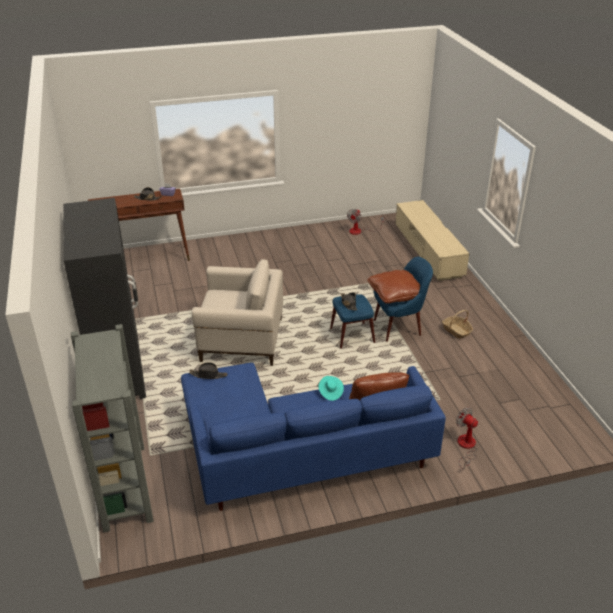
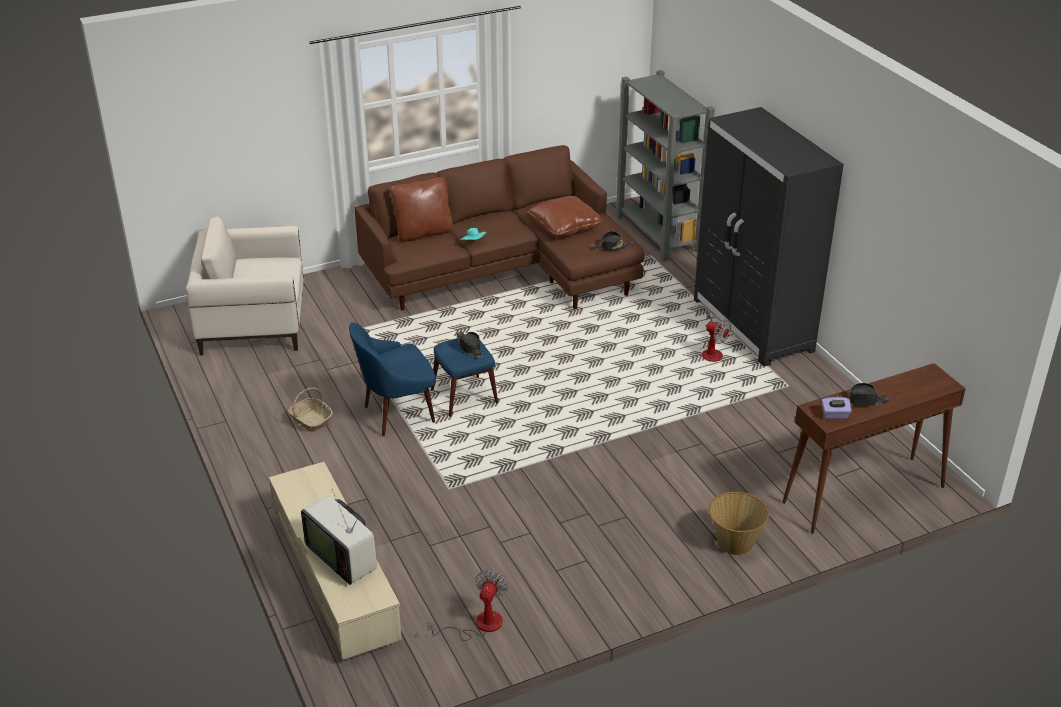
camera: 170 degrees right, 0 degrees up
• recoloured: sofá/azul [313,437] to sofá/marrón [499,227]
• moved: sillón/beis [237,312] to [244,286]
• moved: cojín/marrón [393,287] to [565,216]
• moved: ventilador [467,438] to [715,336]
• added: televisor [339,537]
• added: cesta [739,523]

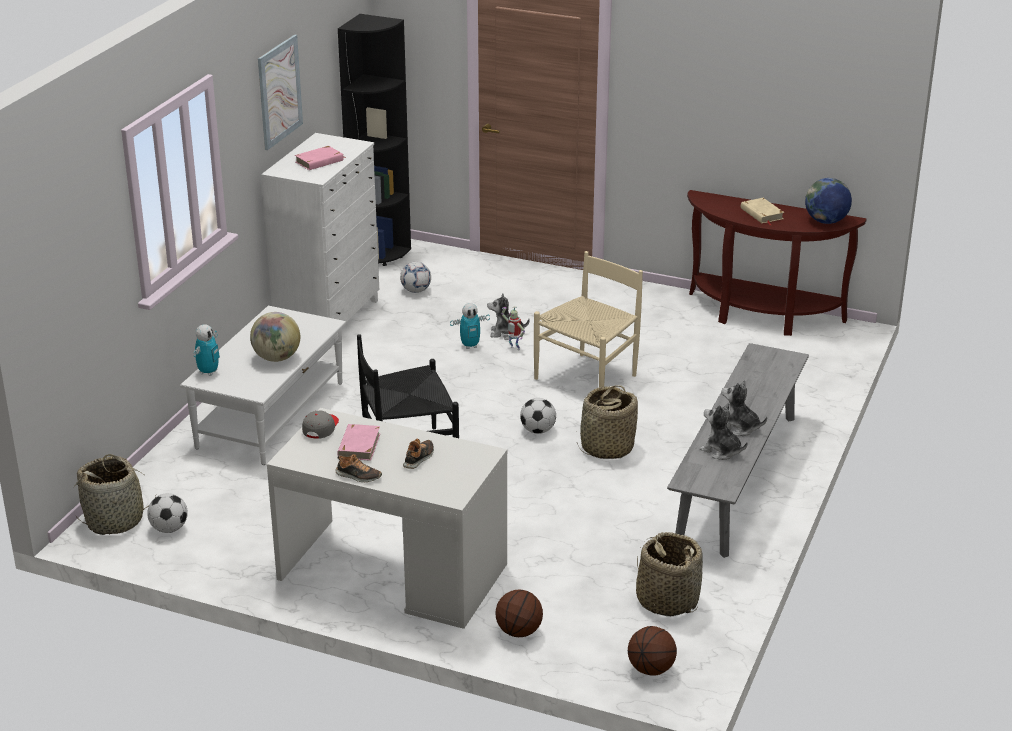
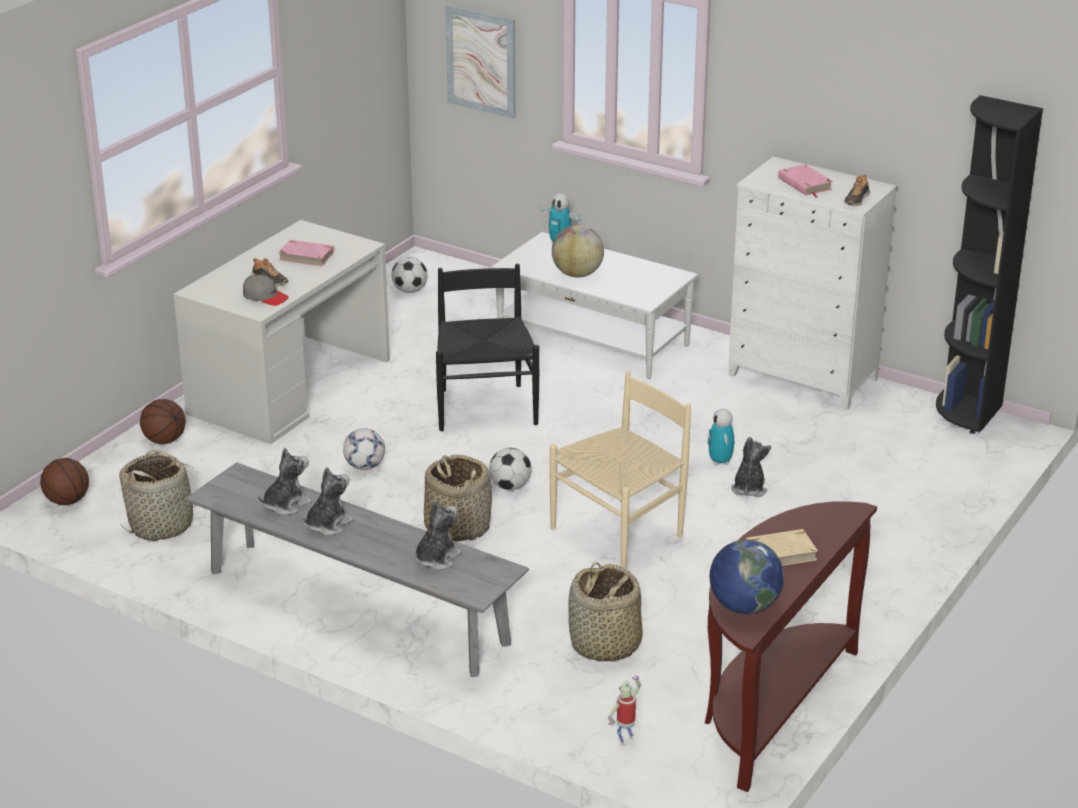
camera: 100 degrees right, 0 degrees up
• moved: cesta [115,494] to [605,612]
• moved: cuadro [280,92] to [480,62]
• moved: gorra/gris [320,425] to [266,290]
• moved: zapato [358,468] to [857,190]
• moved: balón de fútbol [415,277] to [364,449]
• moved: robot de juguete [513,328] to [624,711]
• turned: silla/beis [588,319] = [620,470] 90 degrees counterclockwise
• added: peluche [438,535]

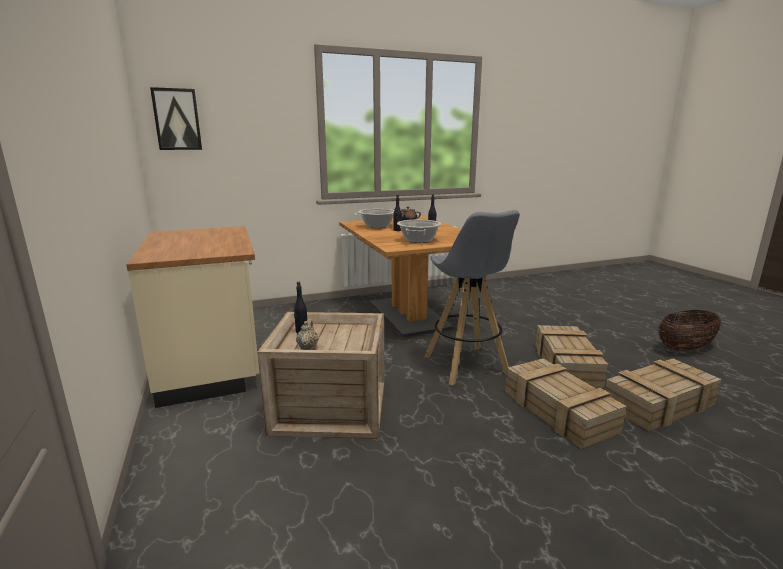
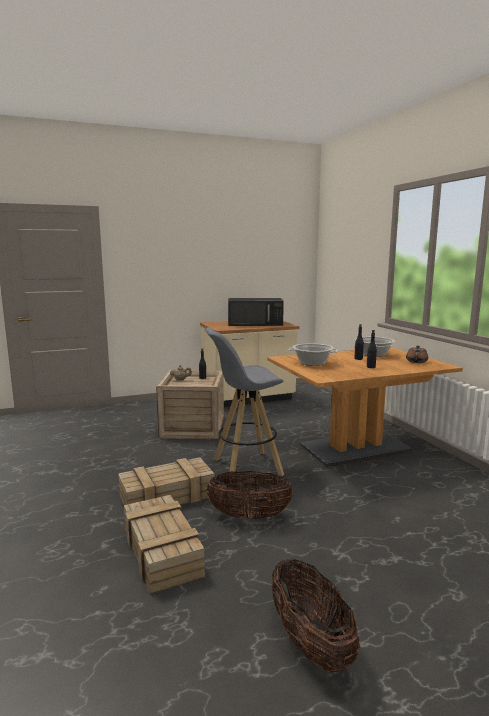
camera: 90 degrees right, 5 degrees down
• removed: cuadro [176,118]
• replaced: caja de embalaje [572,357] to cesta [250,495]
• added: microondas/negro [256,312]

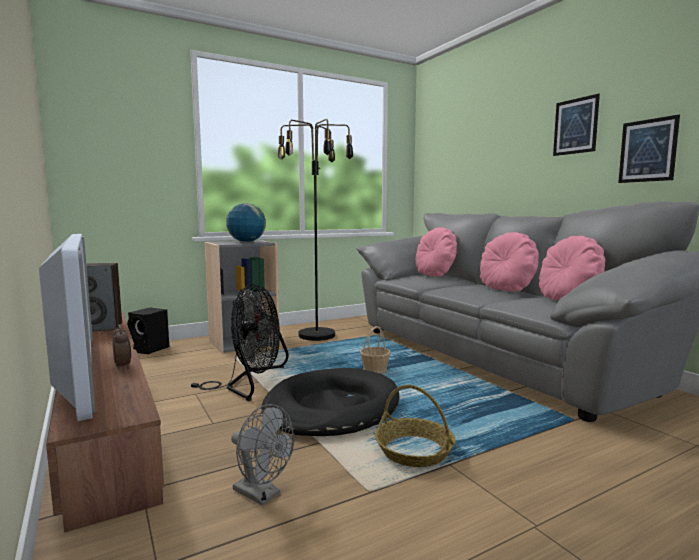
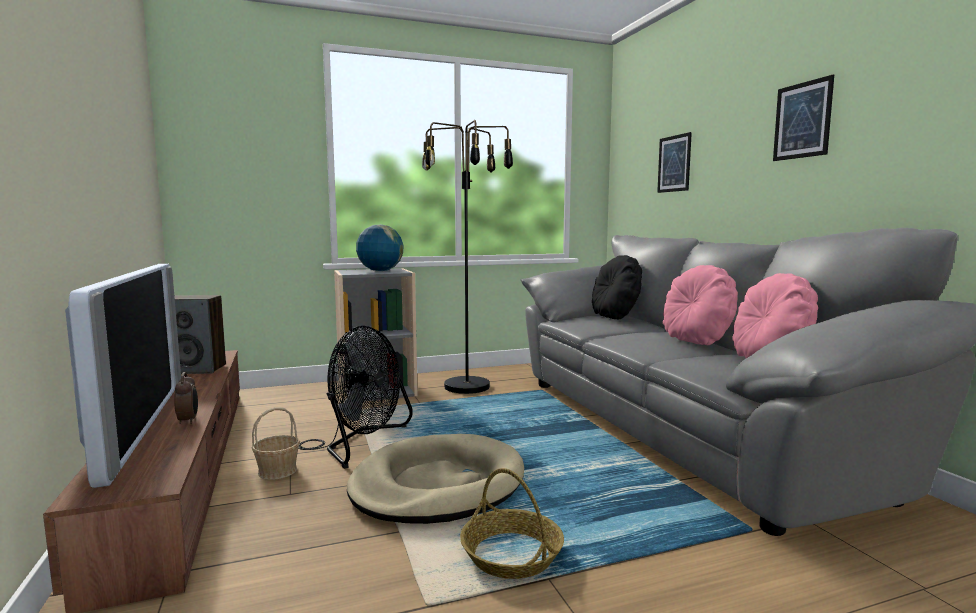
camera: 10 degrees right, 0 degrees up
• removed: altavoz/negro [148,331]
• removed: ventilador/gris [262,454]
• recoloured: cama para perro/negro [330,402] to cama para perro/beis [435,479]
• moved: cesta [375,350] to [276,443]
• recoloured: cojín/rosa [436,252] to cojín/negro [617,287]
• moved: cuadro [649,149] to [674,162]

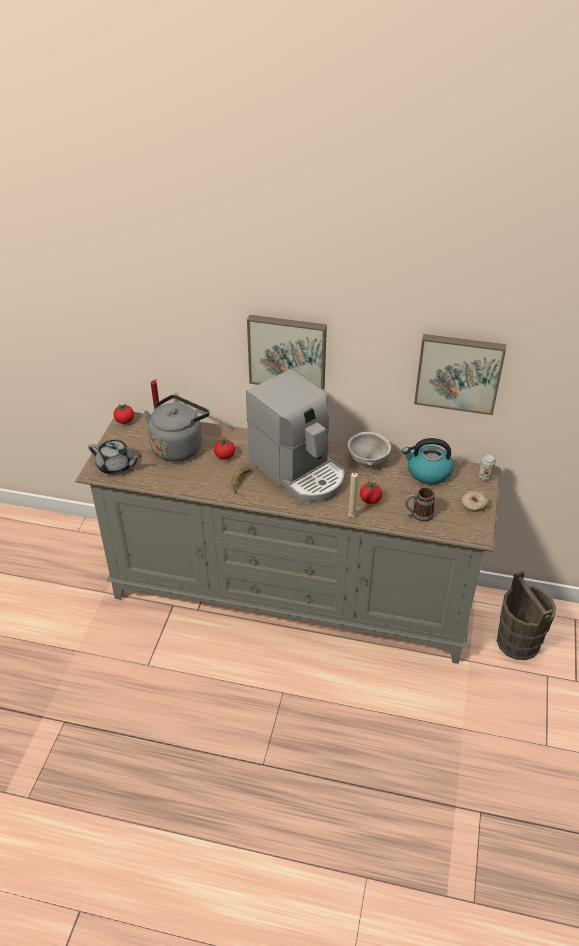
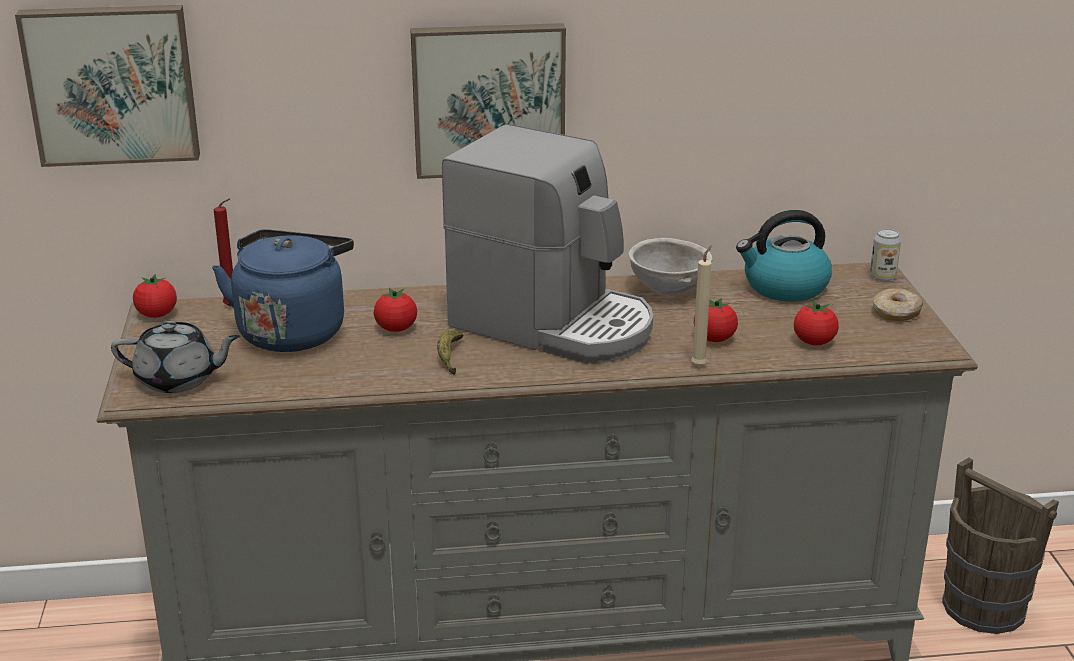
camera: 20 degrees left, 15 degrees down
• recoloured: hervidor/gris [177,428] to hervidor/azul [283,291]
• replaced: taza grande [420,504] to tomate [816,322]
• moved: cuadro [460,374] to [107,86]

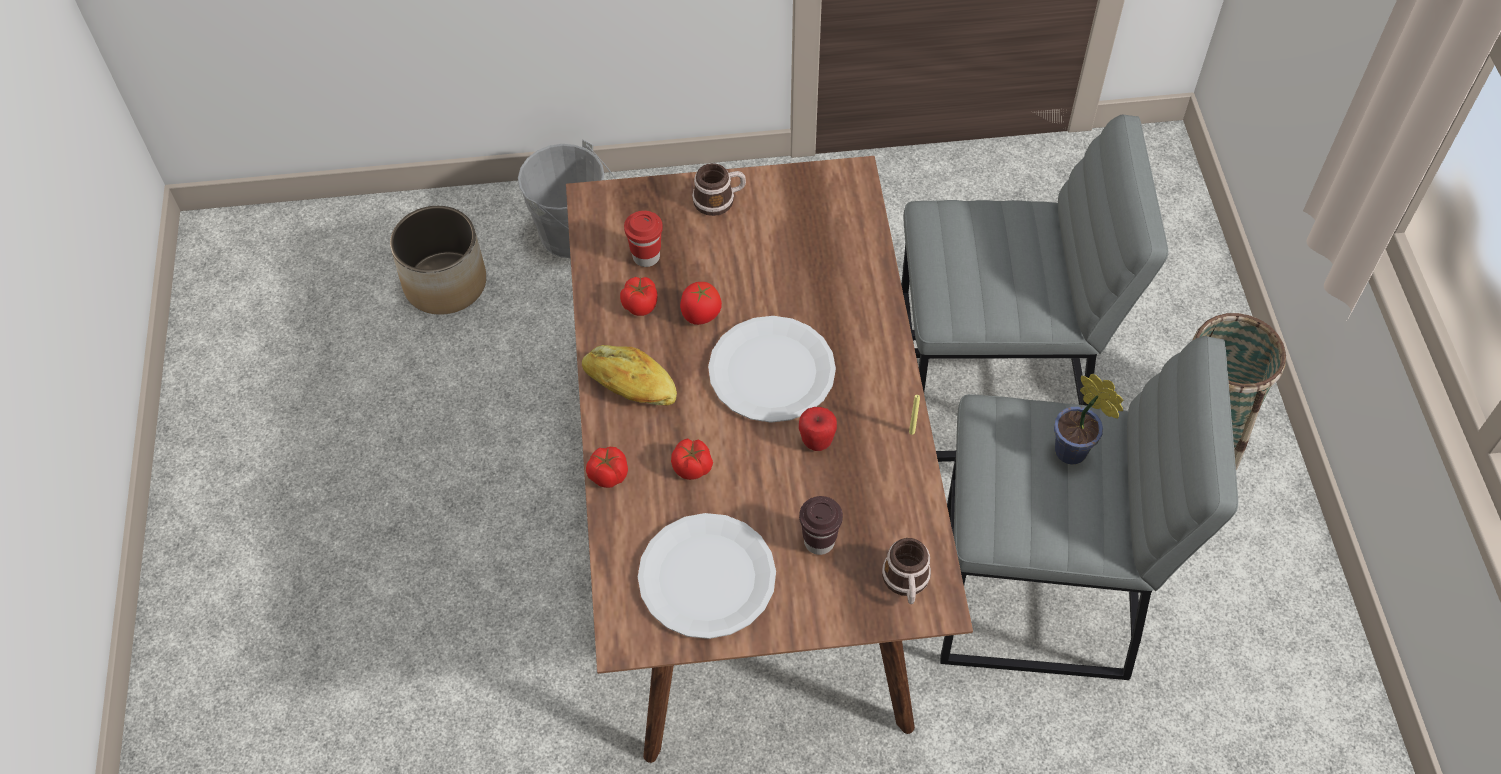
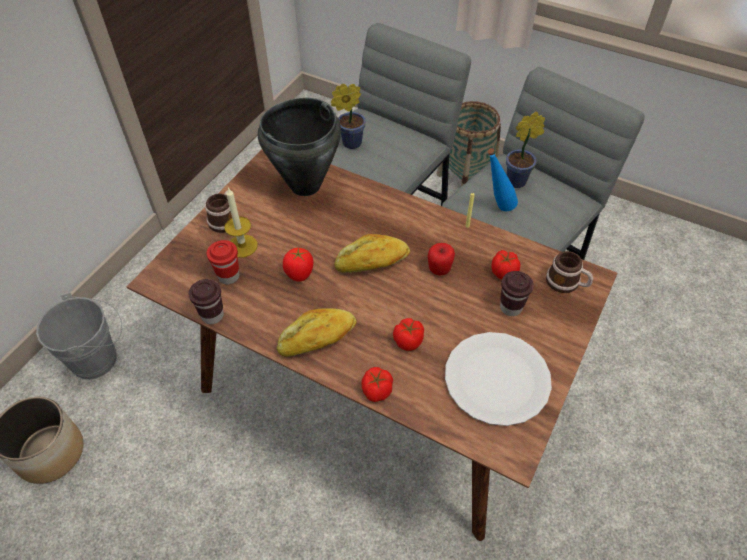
camera: 55 degrees left, 5 degrees down
• moved: tomate [639,296] to [506,264]
• replaced: plato/blanco [772,369] to pan [372,253]
• added: taza/marrón [206,301]
• added: vela [241,222]
• added: olla/negro [299,147]
• added: planta en maceta [348,116]
• added: botella/azul [503,179]

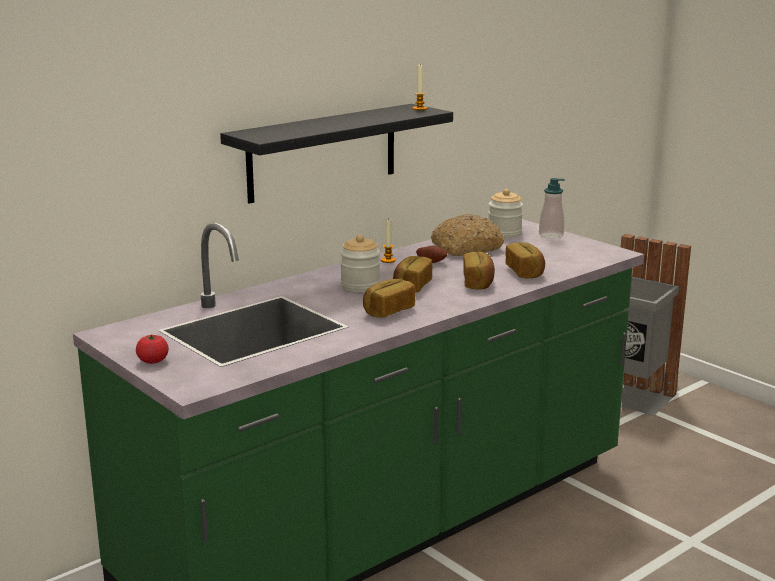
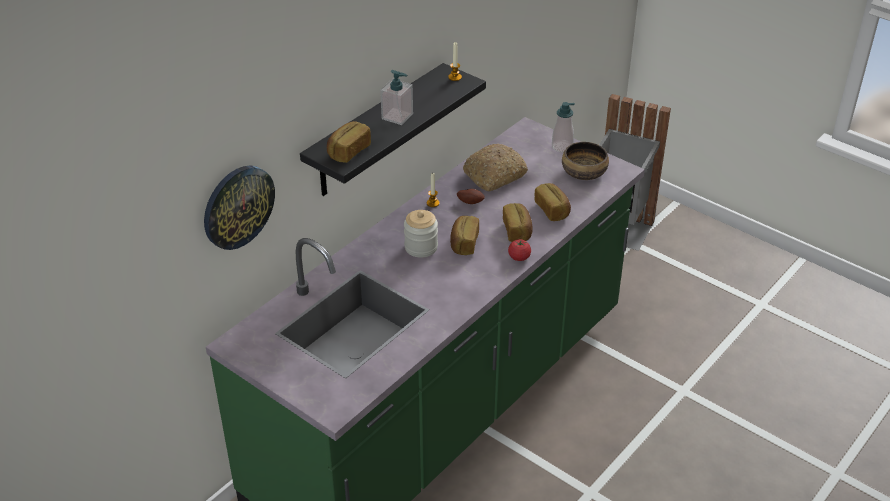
camera: 10 degrees left, 20 degrees up
• moved: tomate [152,349] to [519,250]
• moved: pan [389,298] to [349,142]
• removed: tarro [505,214]
• added: reloj de pared [239,208]
• added: dispensador de jabón [396,97]
• added: cuenco [585,161]

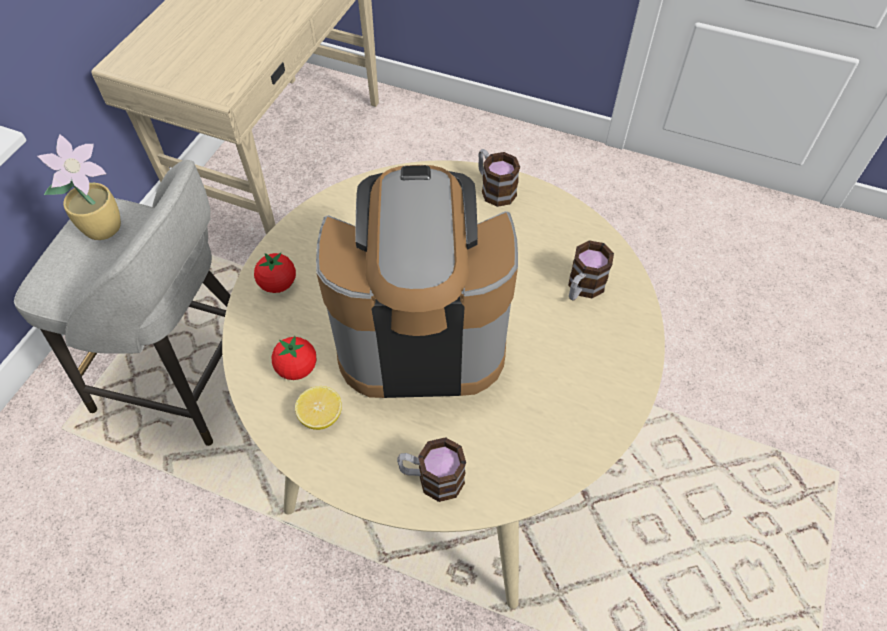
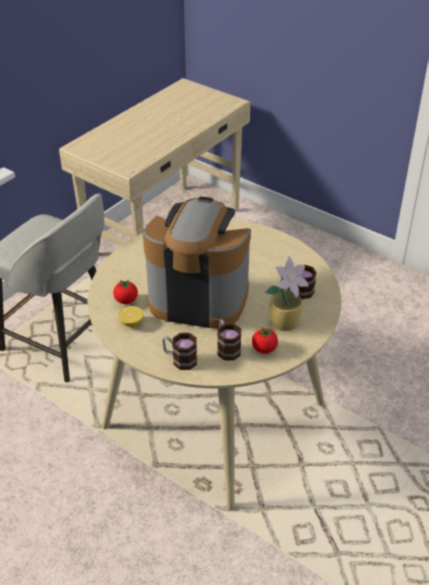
camera: 15 degrees right, 15 degrees down
• moved: planta en maceta [79,187] to [287,293]
• moved: tomate [275,273] to [265,340]
• moved: taza grande [499,178] to [229,340]

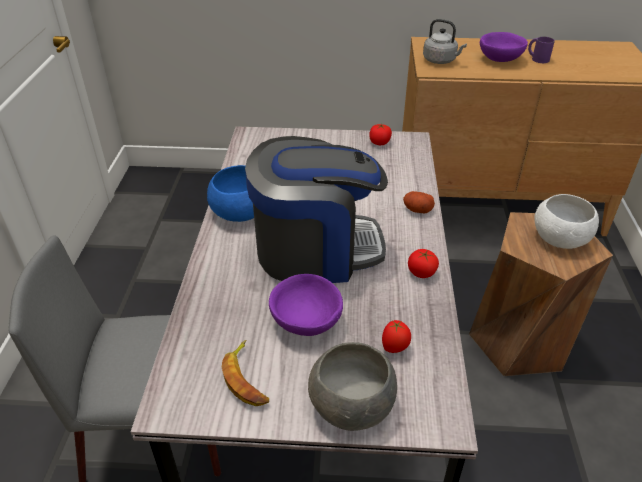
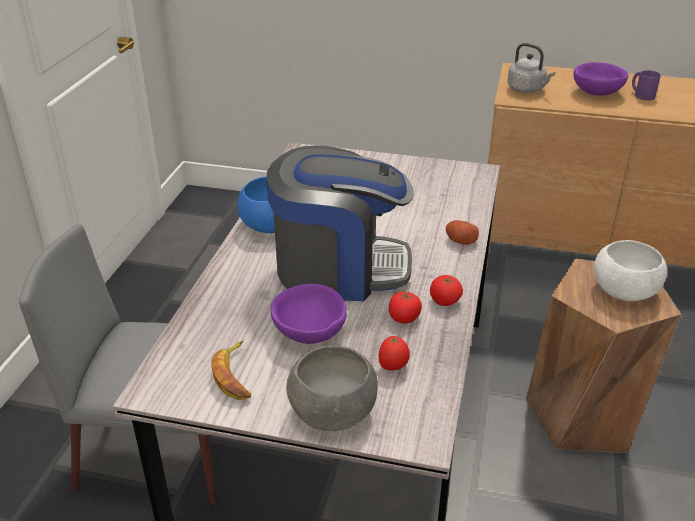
camera: 10 degrees right, 5 degrees down
• moved: tomate [380,134] to [405,307]

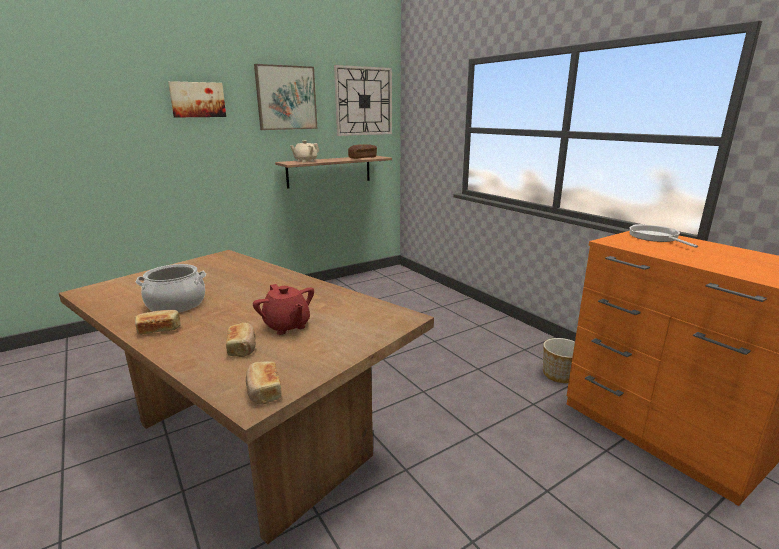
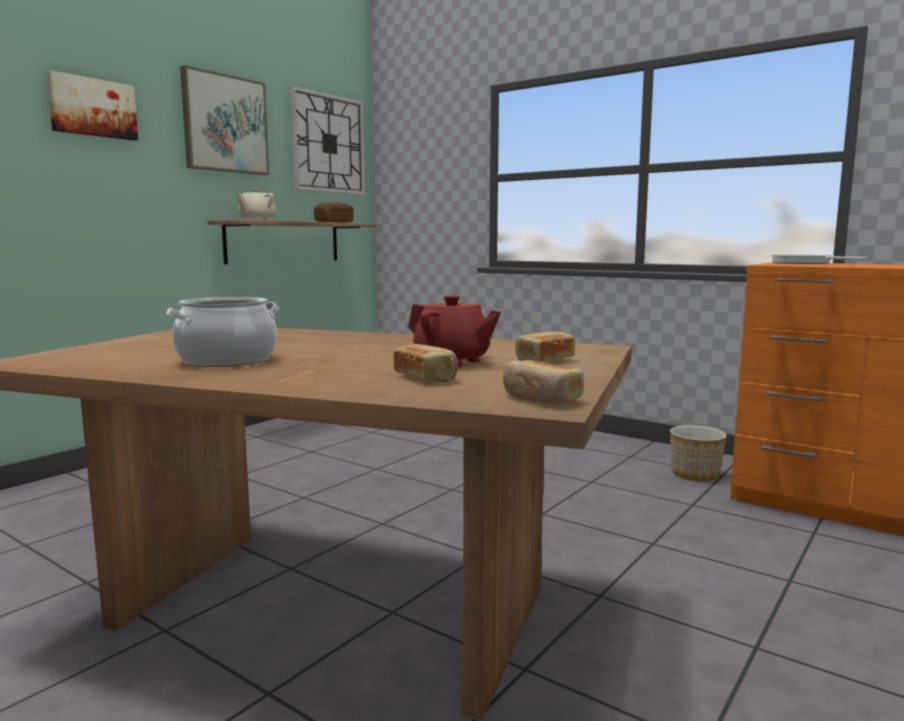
camera: 20 degrees left, 10 degrees down
• moved: pan [158,322] to [545,347]

